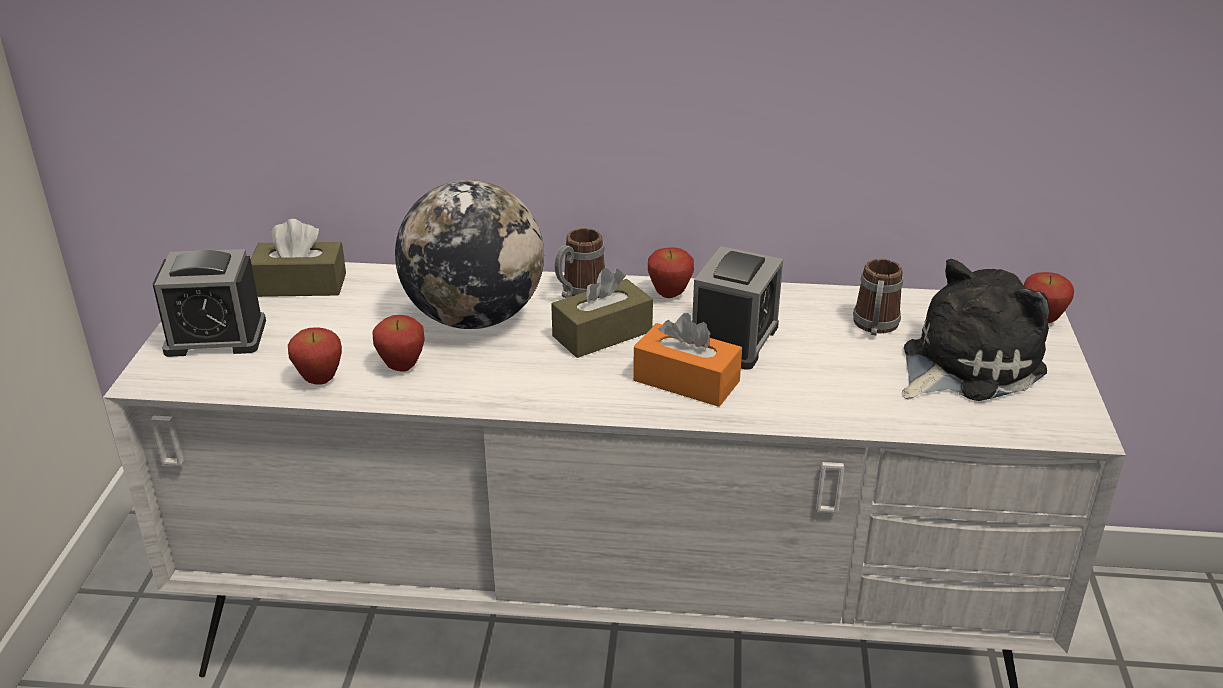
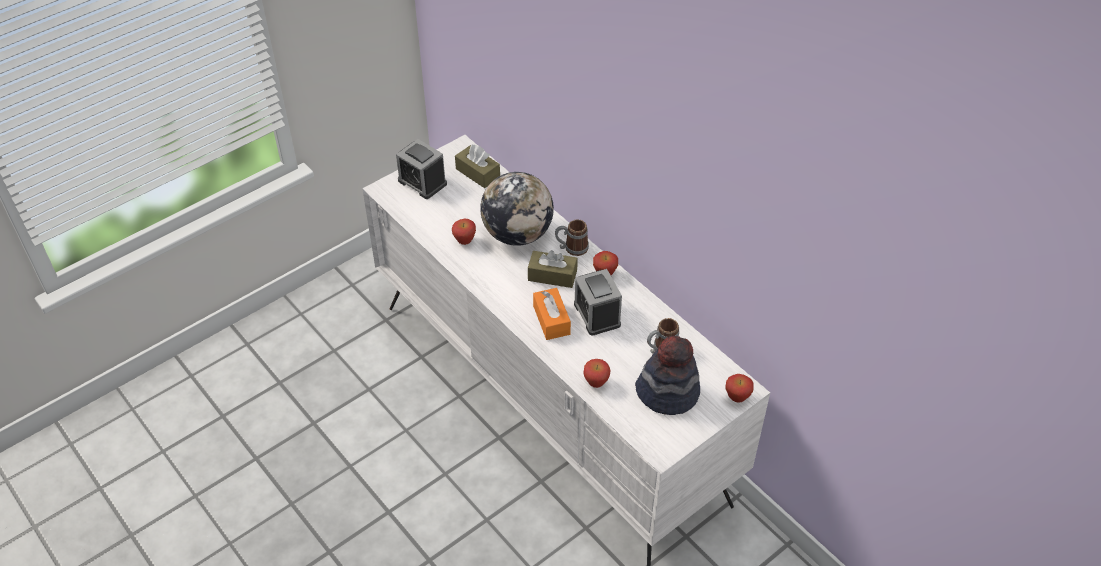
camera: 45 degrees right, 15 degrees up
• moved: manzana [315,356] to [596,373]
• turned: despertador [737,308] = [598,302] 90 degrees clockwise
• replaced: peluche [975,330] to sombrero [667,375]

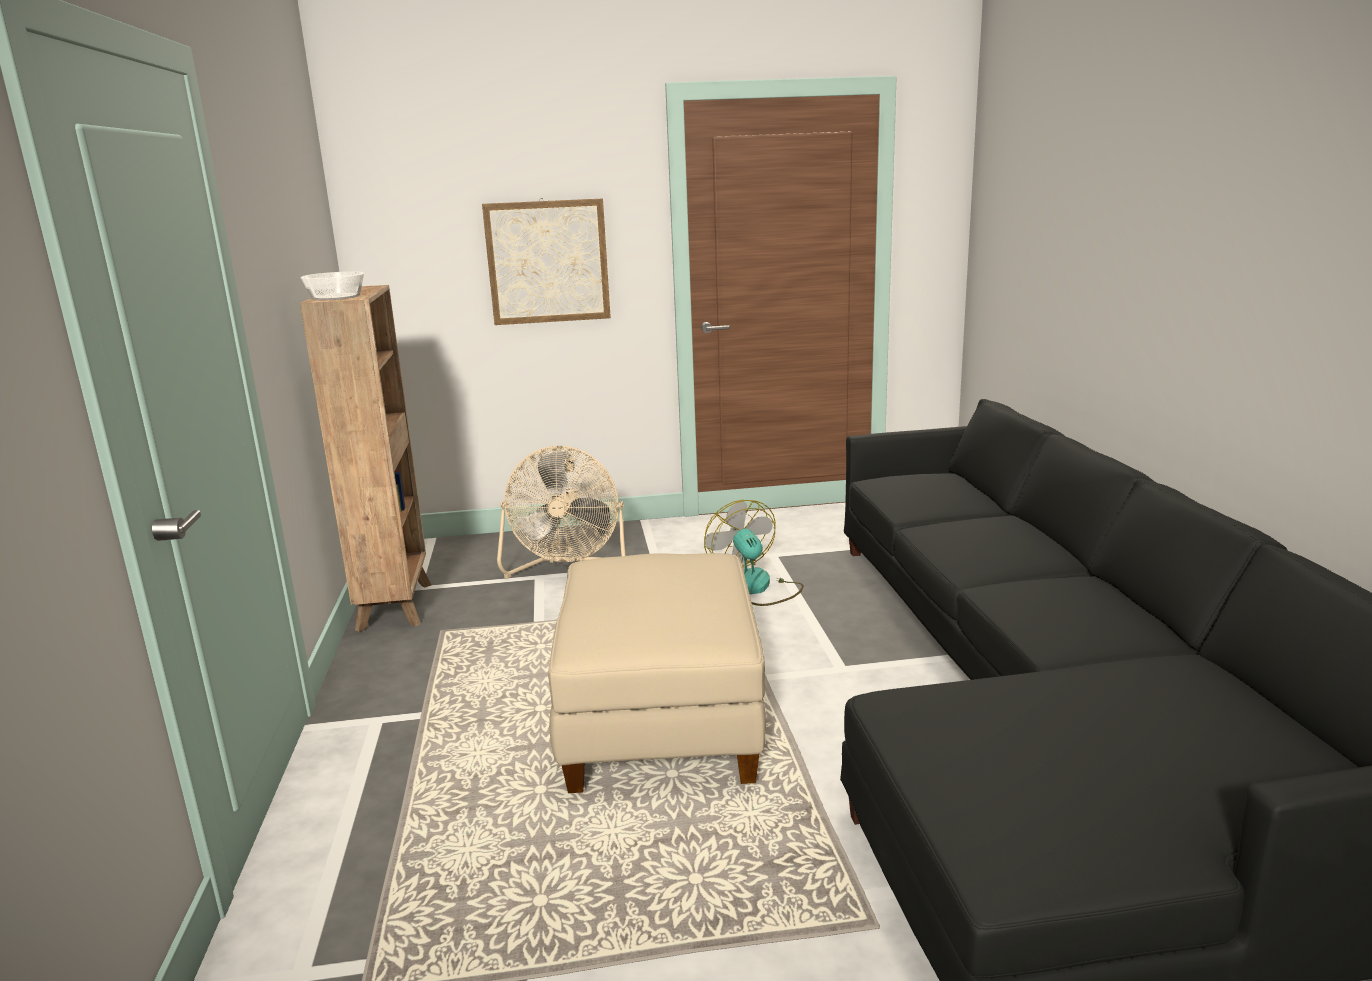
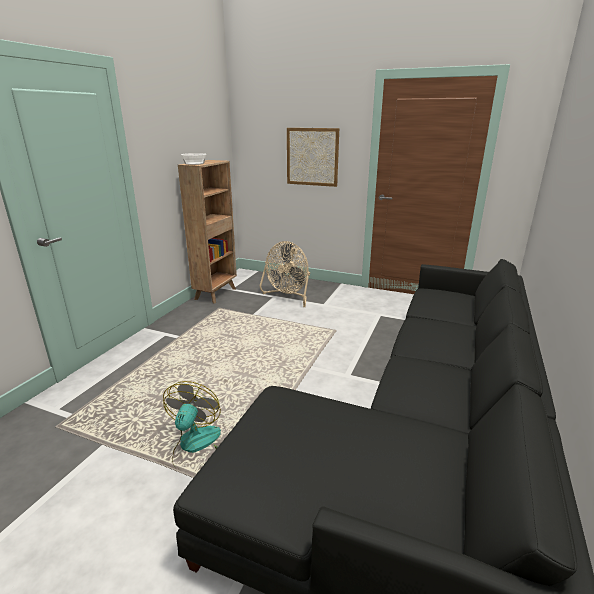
camera: 30 degrees right, 5 degrees up
• removed: puf/beis [657,673]
• moved: ventilador [754,553] to [192,425]

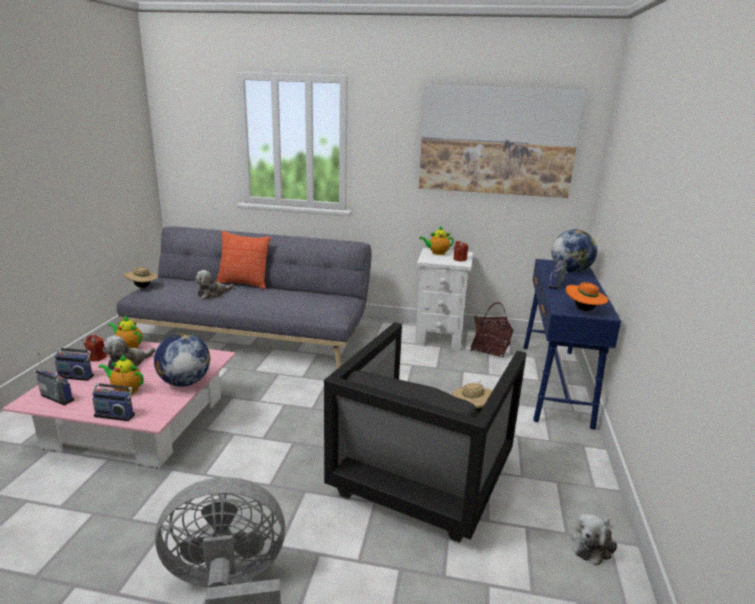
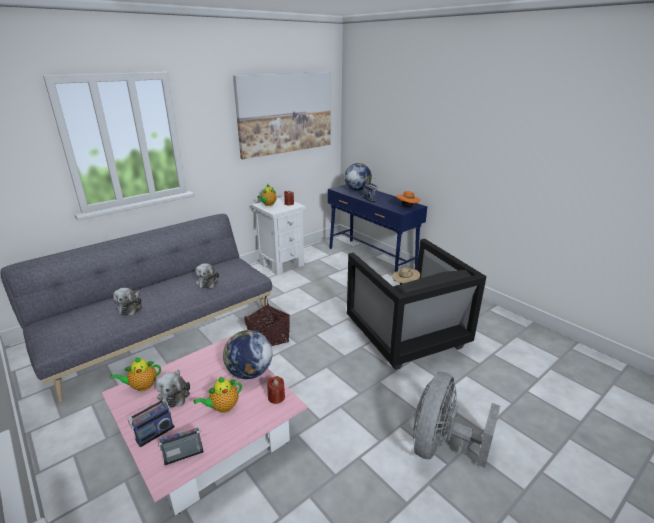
camera: 50 degrees left, 5 degrees up
• moved: vela/rojo [95,348] to [276,390]
• removed: radio [113,398]
• removed: sombrero/beis [141,277]
• removed: cojín/naranja [243,260]
• moved: cesta [491,330] to [267,321]
• moved: peluche [594,540] to [207,276]

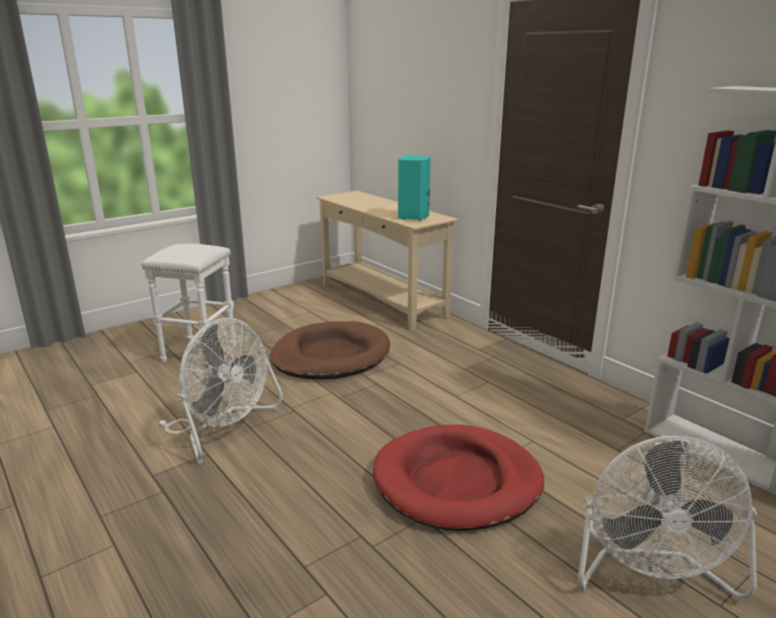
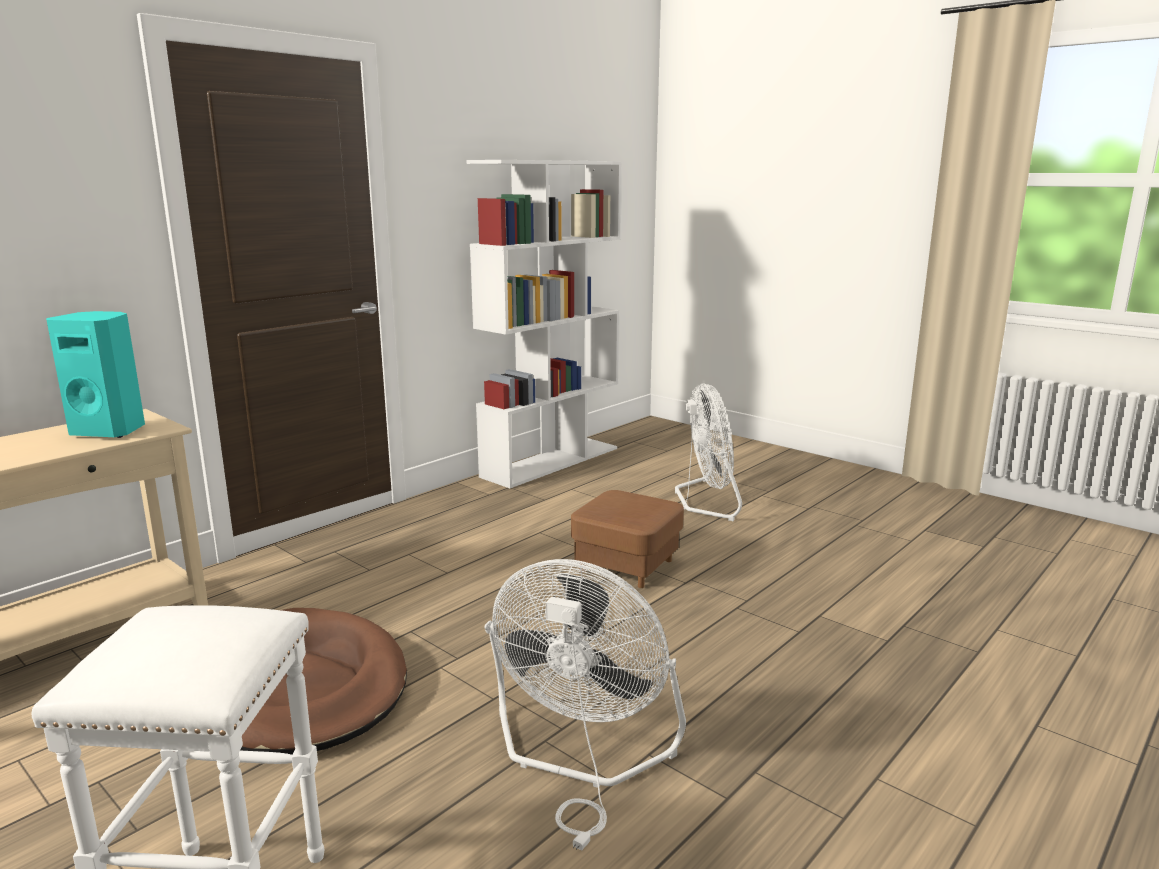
camera: 100 degrees left, 5 degrees down
• replaced: cama para perro/rojo [458,478] to puf/marrón [627,539]

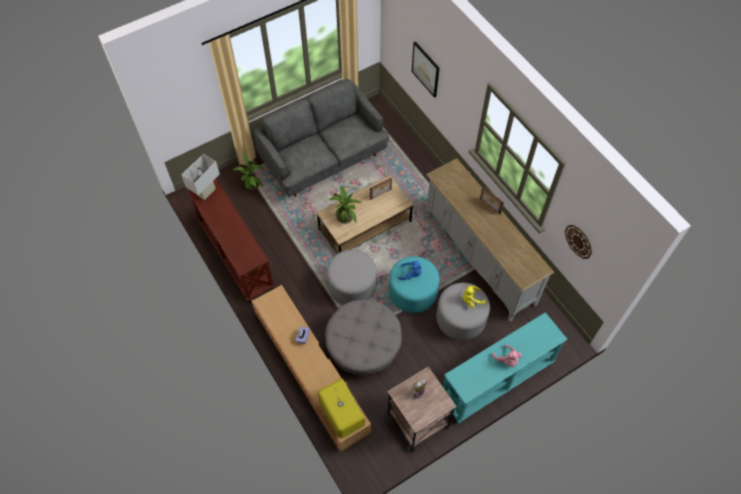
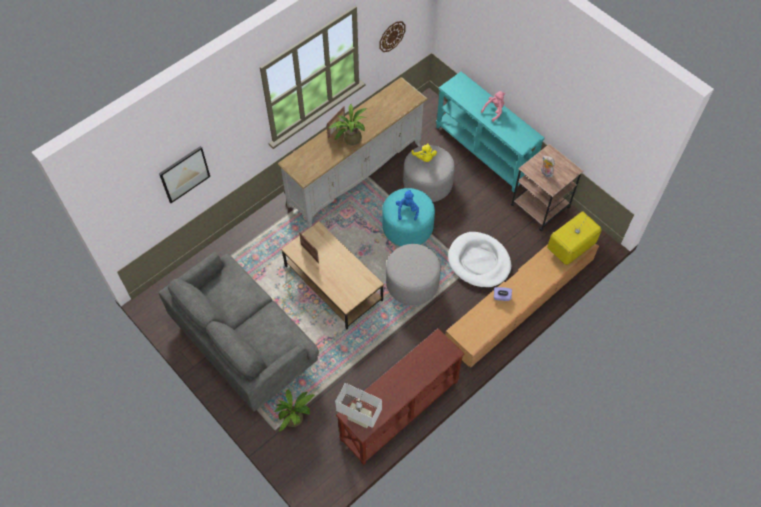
camera: 100 degrees left, 0 degrees up
• replaced: puf/gris [363,337] to cama para perro/blanco [480,260]
• moved: planta en maceta [345,204] to [348,124]

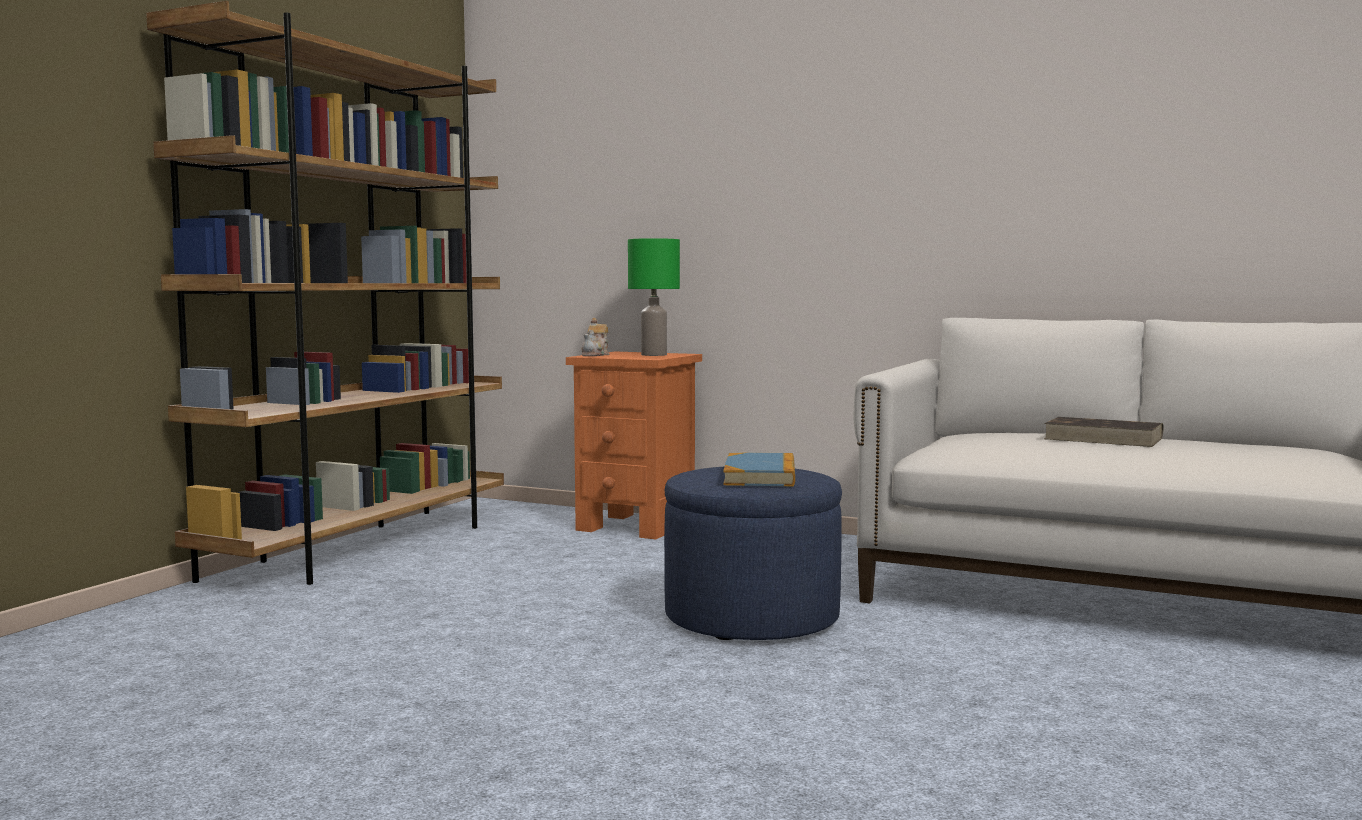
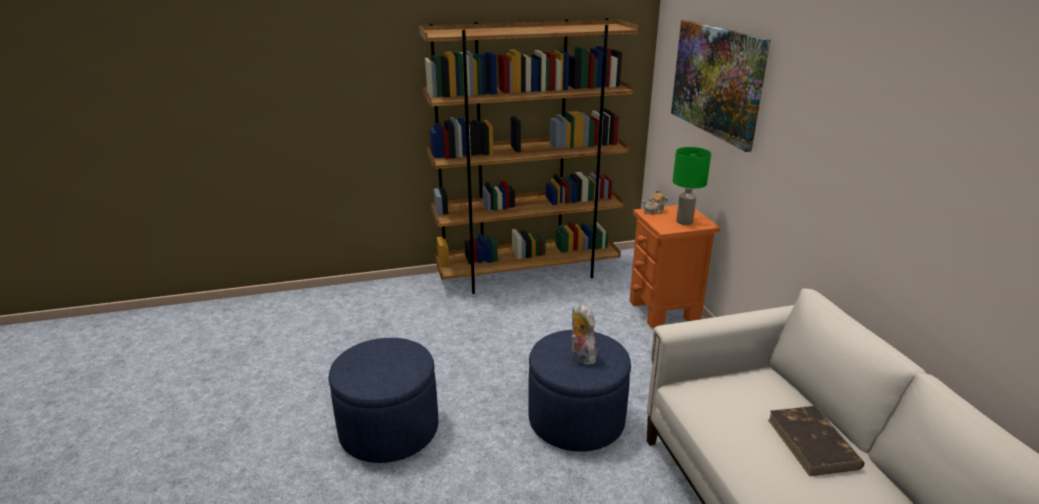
camera: 50 degrees right, 20 degrees up
• replaced: libro [759,469] to peluche [585,334]
• added: puf/azul [383,400]
• added: cuadro [721,86]

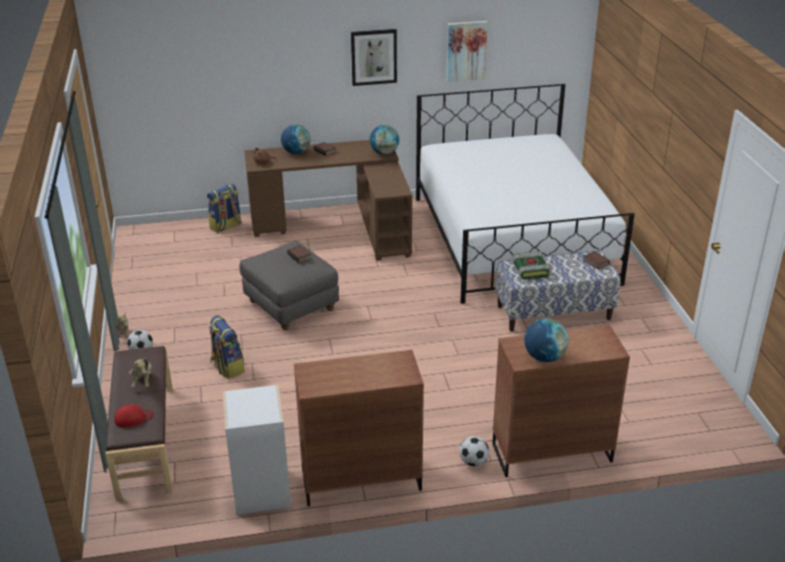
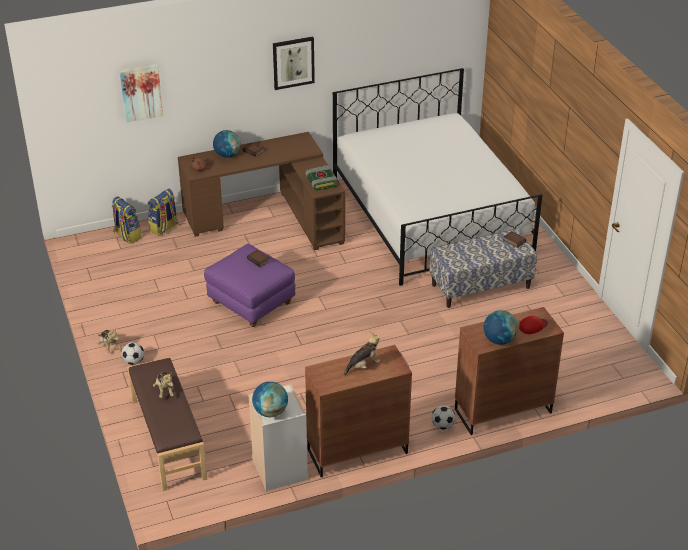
camera: 10 degrees left, 5 degrees up
• moved: gorra/rojo [134,416] to [533,325]
• moved: mochila [227,347] to [127,220]
• recoloured: puf/gris [289,285] to puf/morado [249,285]
• moved: globo terráqueo [384,140] to [270,399]
• moved: cuadro [467,51] to [141,93]
• moved: libro [531,265] to [321,177]
• added: peluche [362,353]

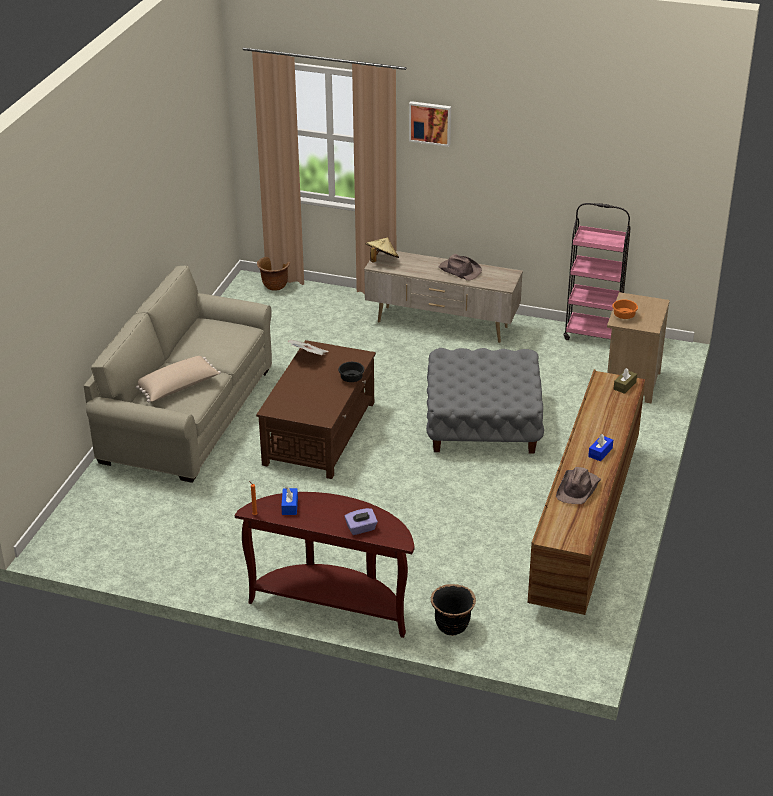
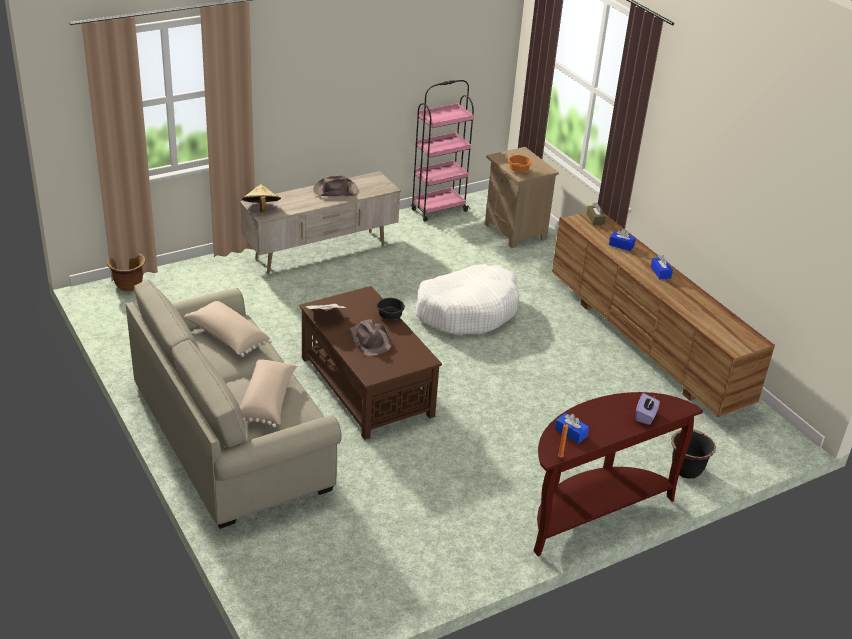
camera: 50 degrees left, 0 degrees up
• removed: cuadro [430,124]
• replaced: puf/gris [485,401] to cama para perro/blanco [467,299]
• moved: sombrero/marrón [578,485] to [369,338]
• added: cojín/beis [228,329]
• added: caja de pañuelos/azul [622,240]

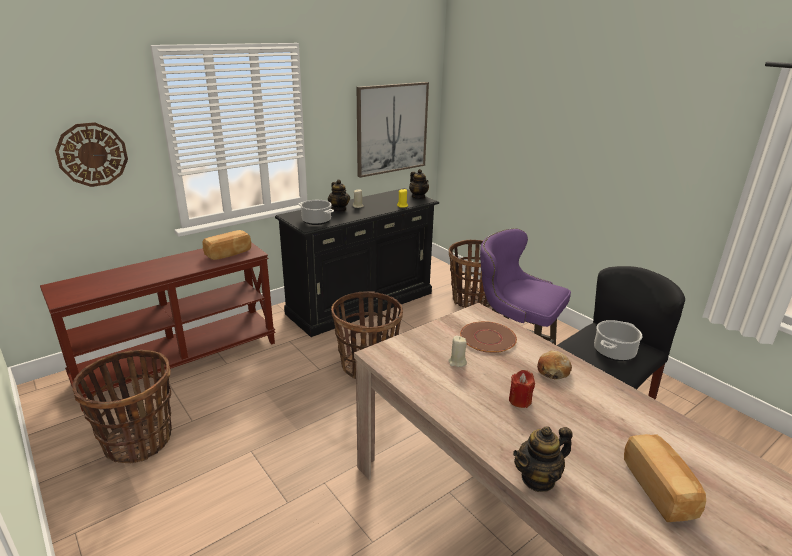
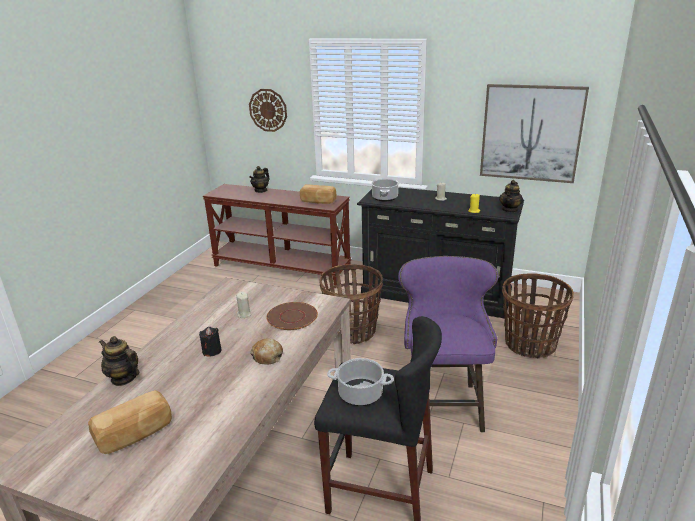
camera: 60 degrees right, 0 degrees up
• removed: cesta [122,406]
• moved: tetera [339,195] to [259,179]
• recoloured: vela/rojo [522,389] to vela/negro [210,341]

